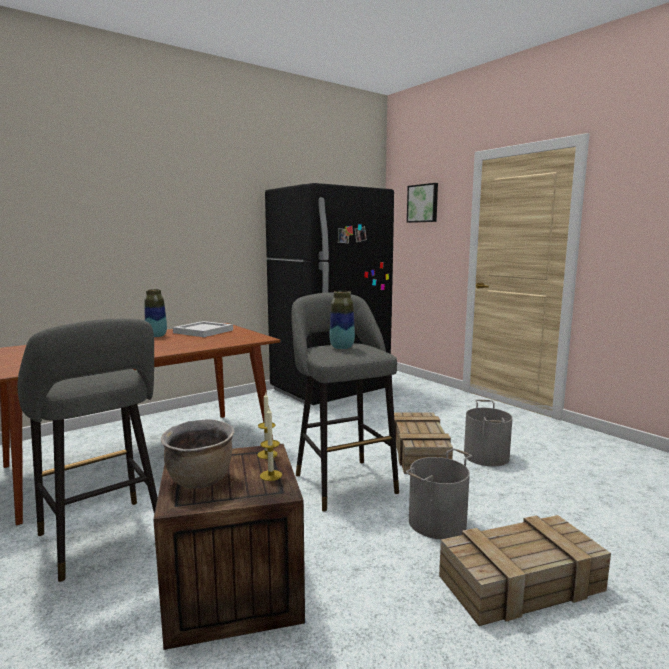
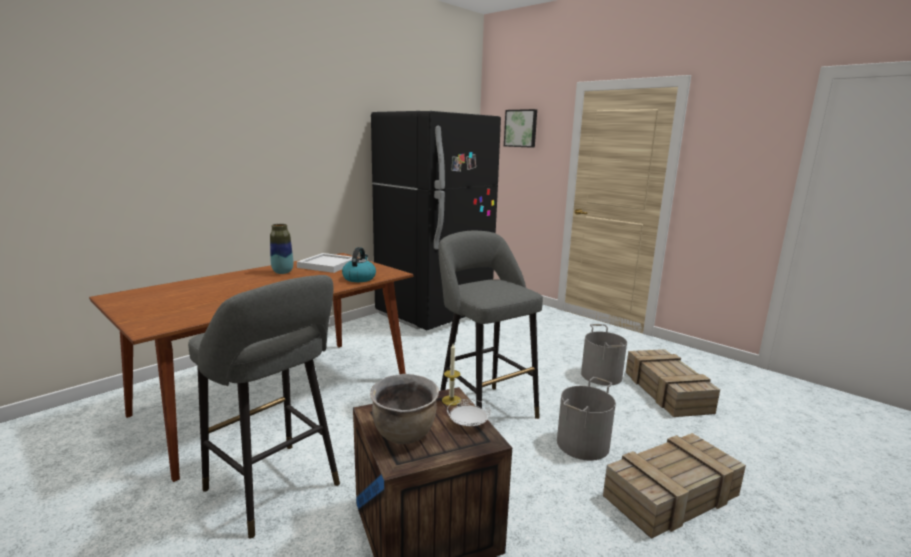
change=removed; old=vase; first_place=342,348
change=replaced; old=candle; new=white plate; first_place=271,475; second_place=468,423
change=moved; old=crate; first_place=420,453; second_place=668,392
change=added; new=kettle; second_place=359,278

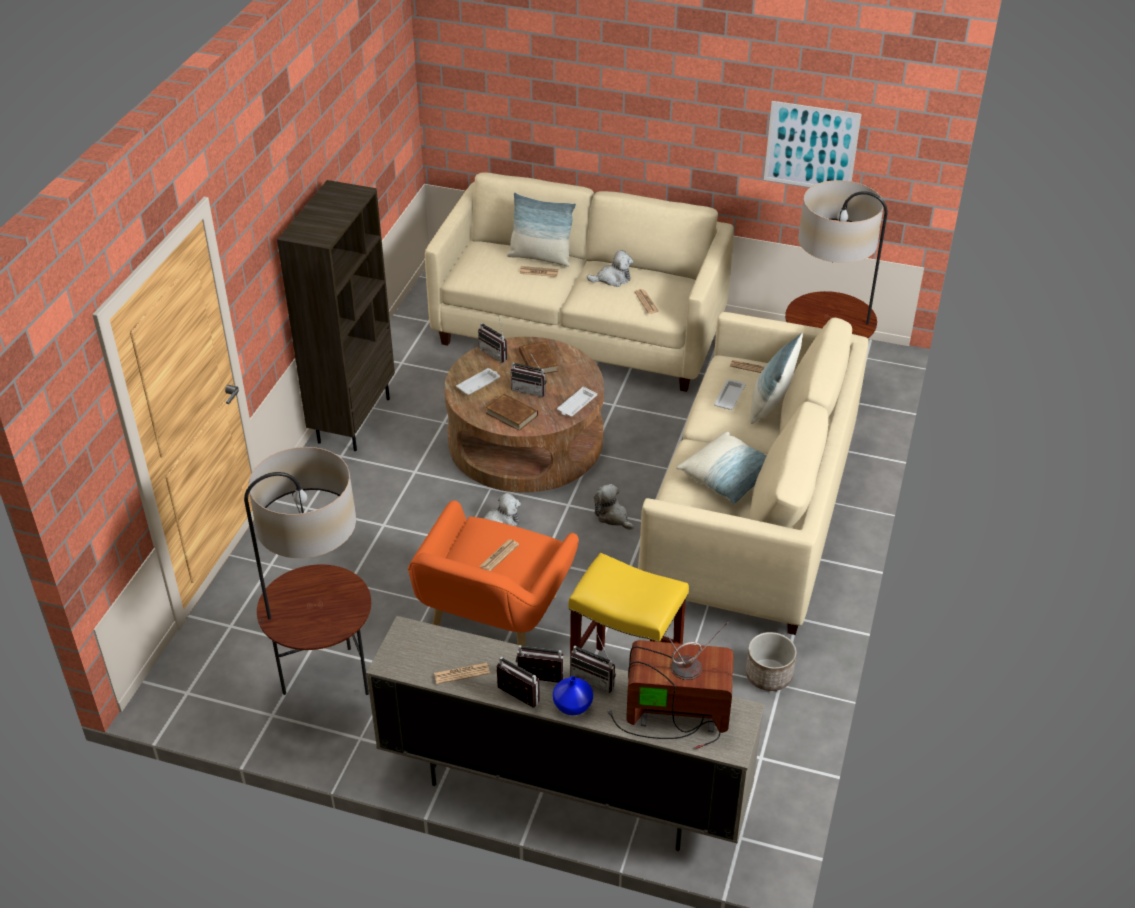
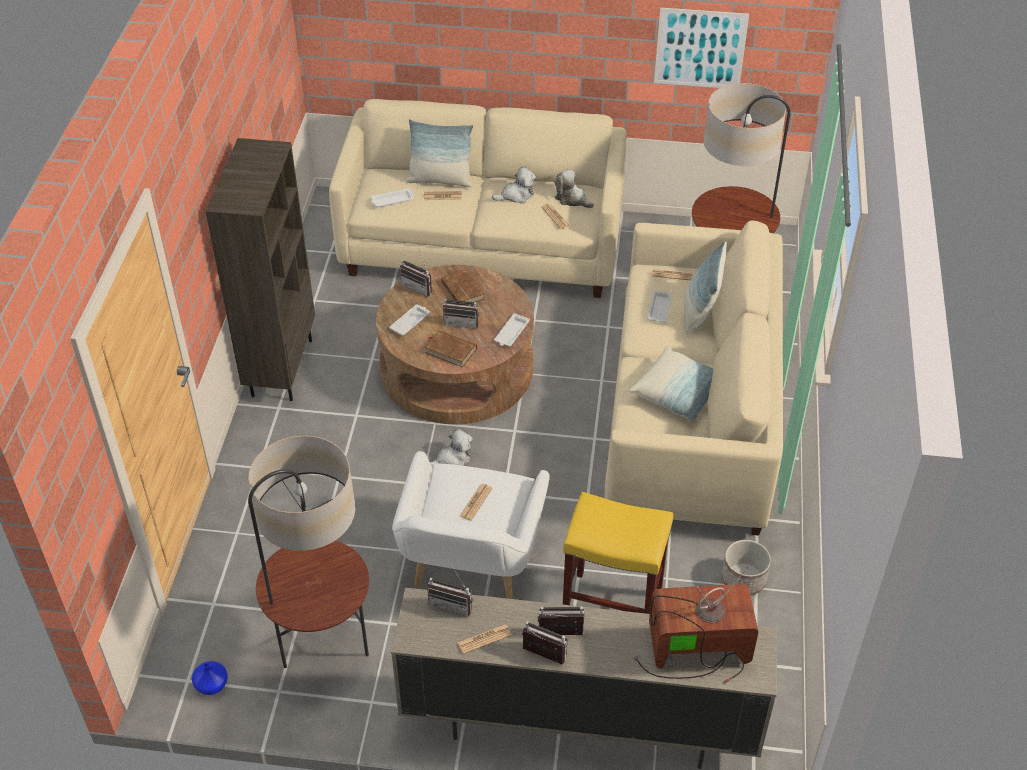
change=moved; old=plush toy; first_place=613,516; second_place=572,199
change=recoloured; old=orange armchair; new=white armchair; first_place=491,624; second_place=470,564
change=moved; old=radio; first_place=595,678; second_place=452,603
change=moved; old=blue vase; first_place=573,706; second_place=212,685
change=added; new=white tray; second_place=392,200

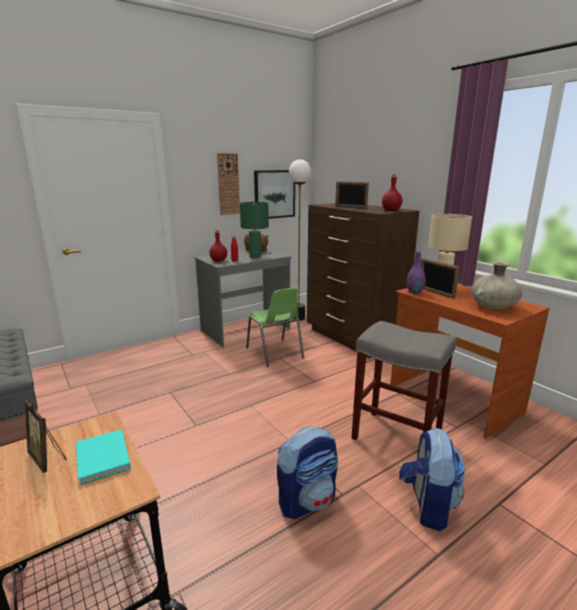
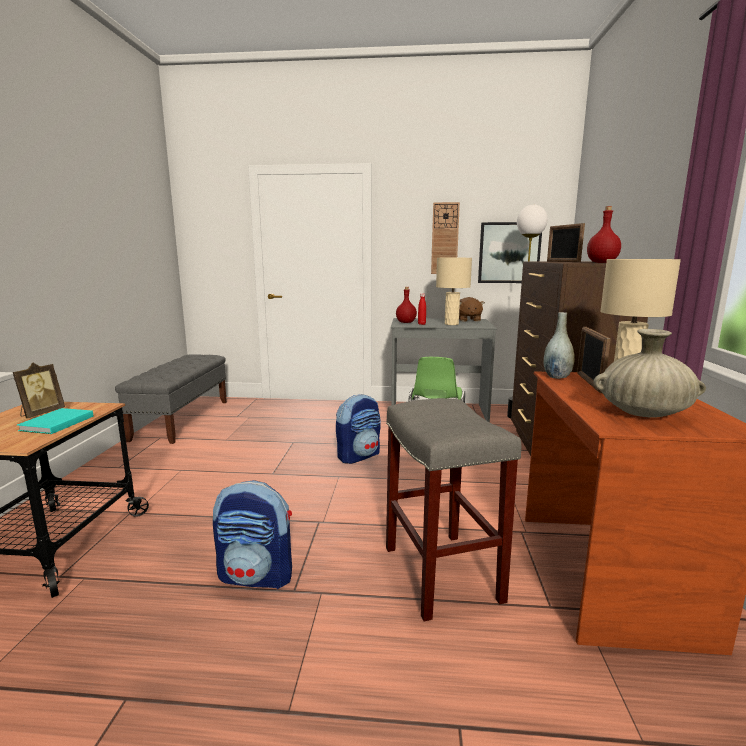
change=recoloured; old=green table lamp; new=beige table lamp; first_place=255,257; second_place=451,324
change=recoloured; old=purple vase; new=grey vase; first_place=414,292; second_place=557,376
change=turned; old=picture frame; first_place=48,458; second_place=41,413; degrees=-150
change=moved; old=backpack; first_place=427,505; second_place=359,456

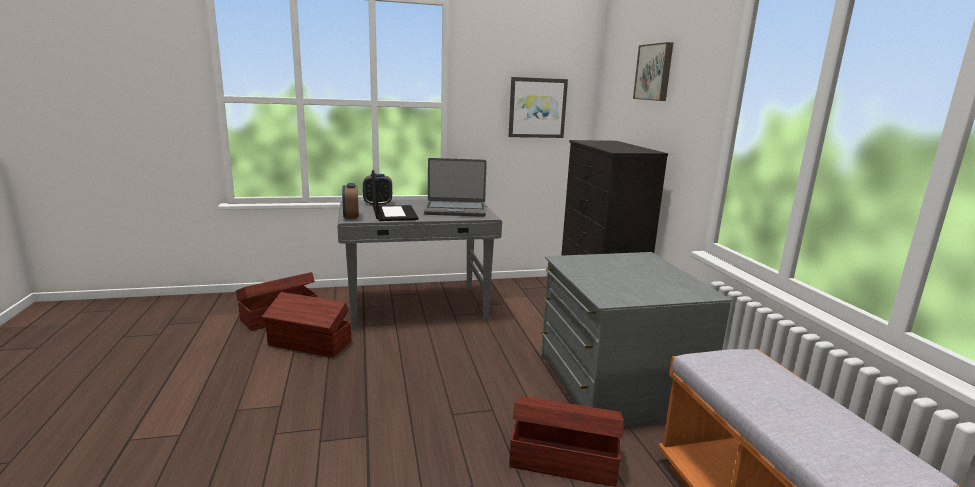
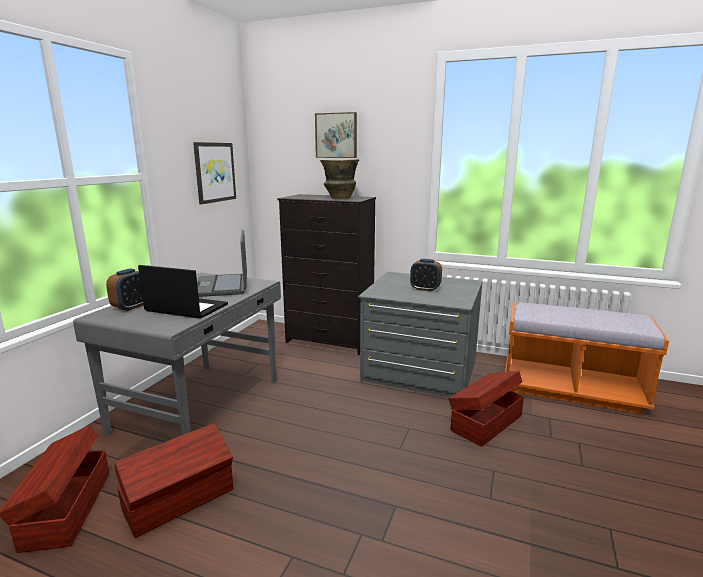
change=turned; old=laptop; first_place=455,210; second_place=222,286; degrees=135
change=moved; old=alarm clock; first_place=351,217; second_place=425,289
change=added; new=vase; second_place=339,198

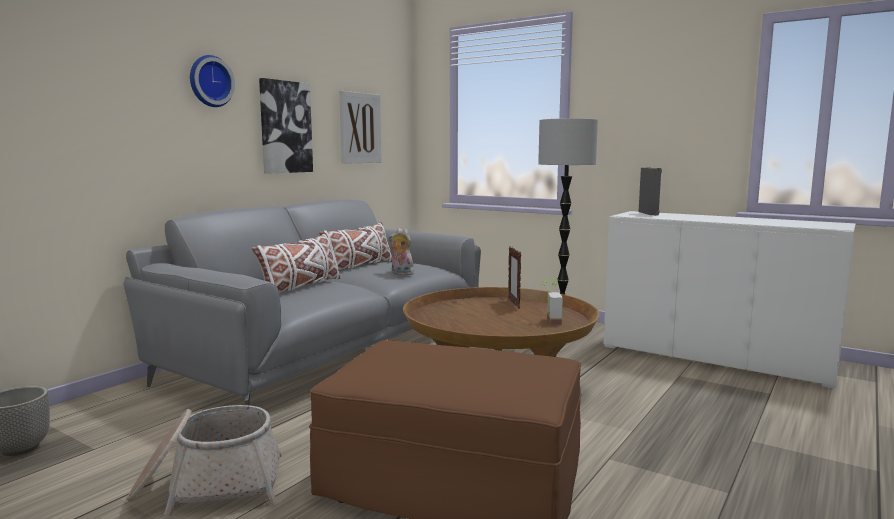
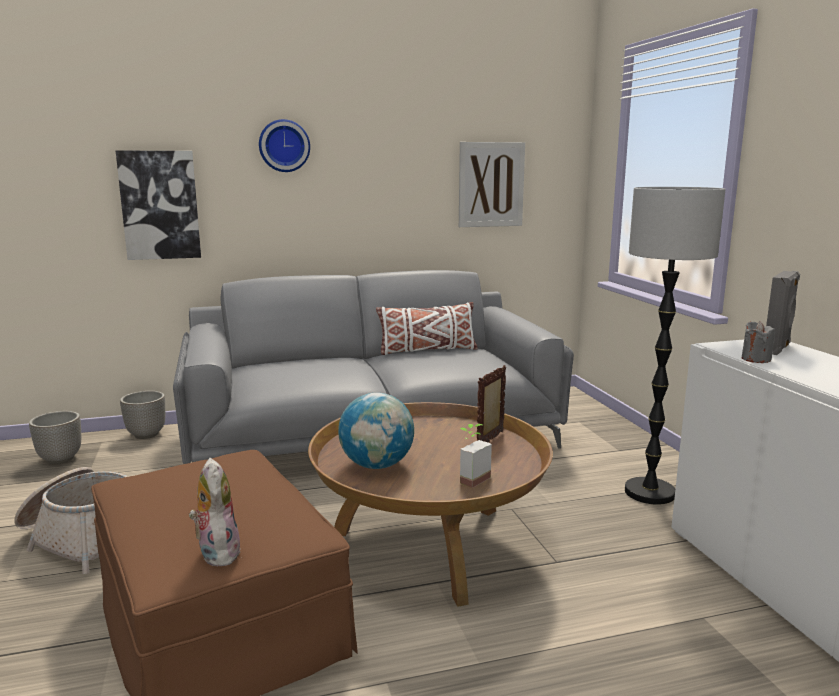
change=moved; old=picture; first_place=285,127; second_place=160,205
change=moved; old=plush toy; first_place=401,274; second_place=216,553
change=removed; old=white pillow; first_place=300,287
change=added; new=grey candle; second_place=756,359
change=added; new=planter; second_place=147,434
change=added; new=globe; second_place=377,465

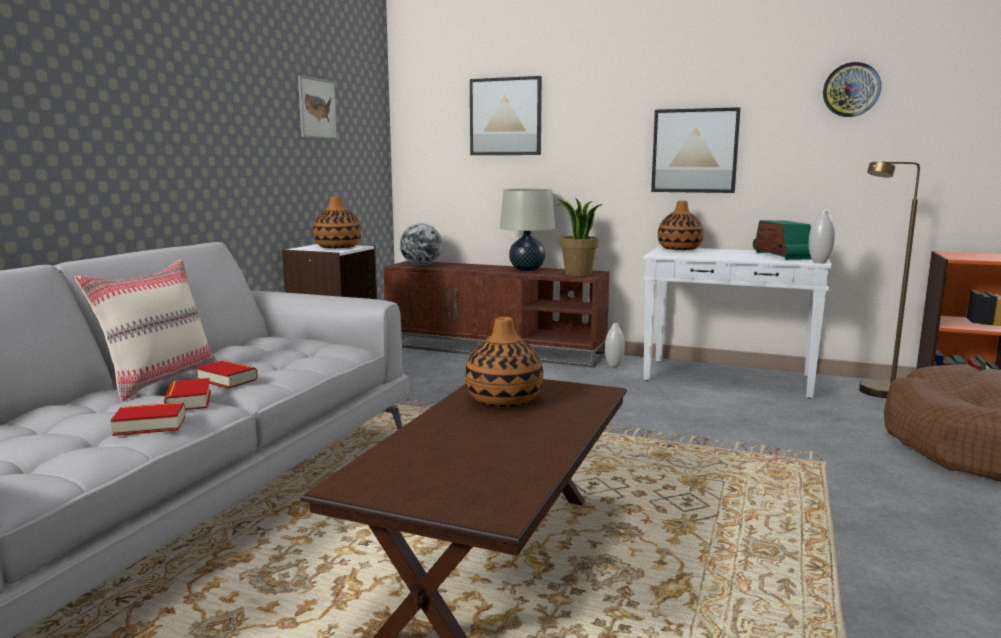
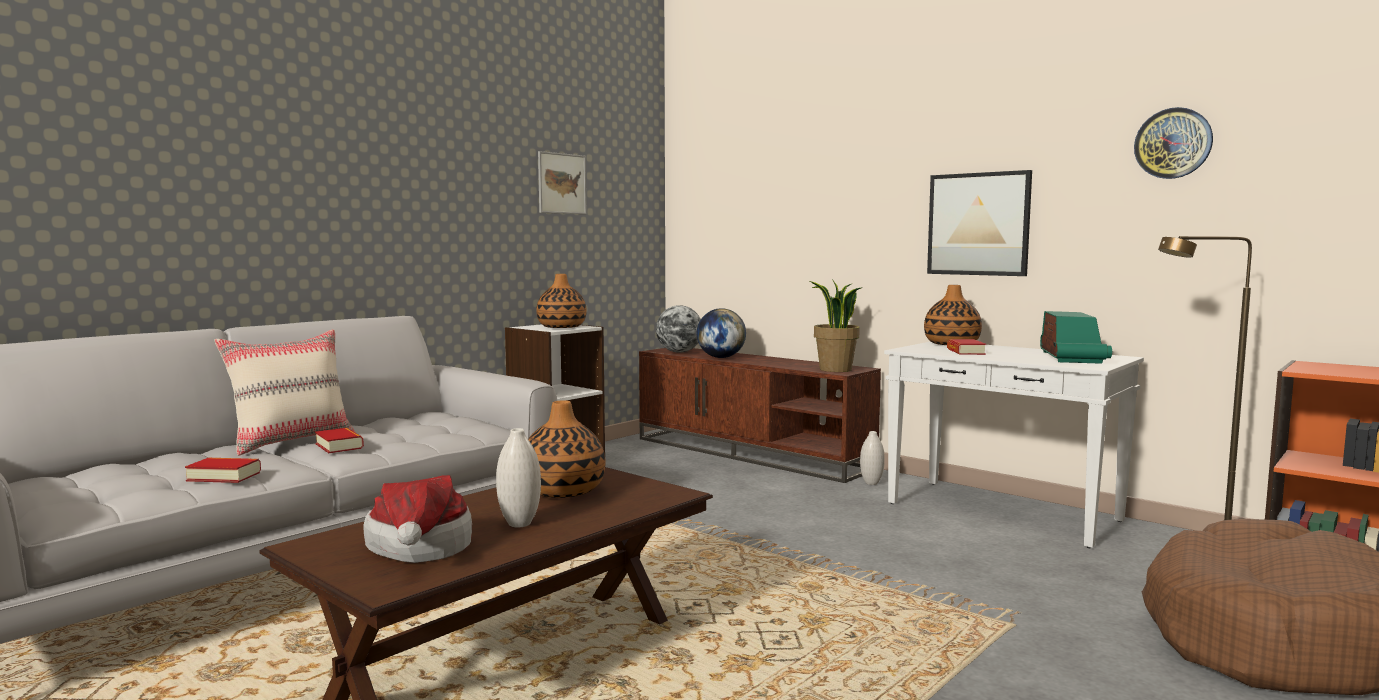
change=removed; old=picture; first_place=505,117
change=removed; old=beige table lamp; first_place=527,270
change=moved; old=white vase; first_place=819,262; second_place=519,524
change=moved; old=book; first_place=189,401; second_place=965,352
change=added; new=globe; second_place=721,357
change=added; new=hat; second_place=419,549

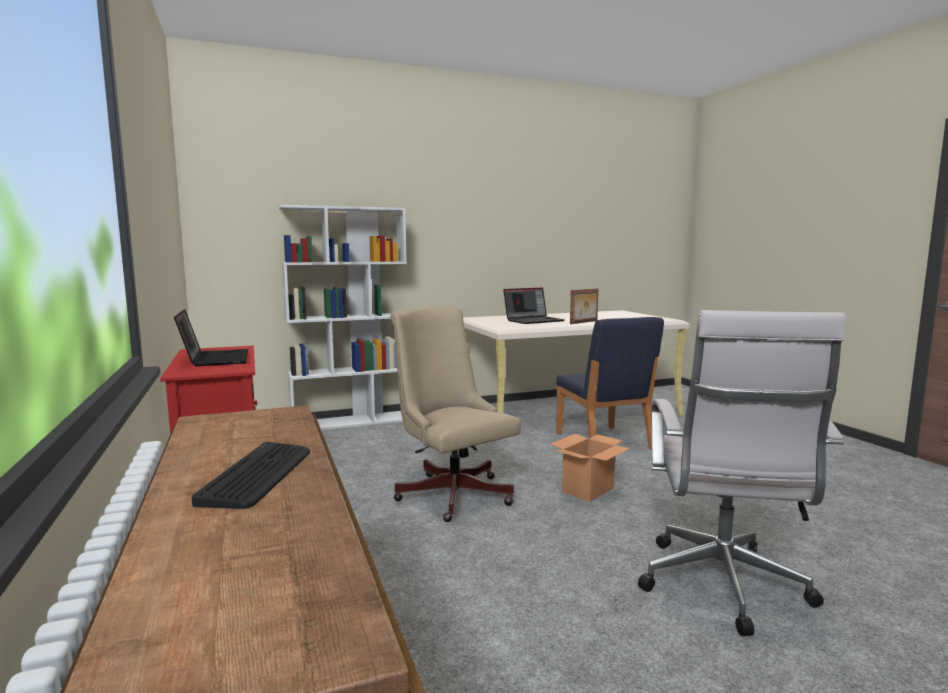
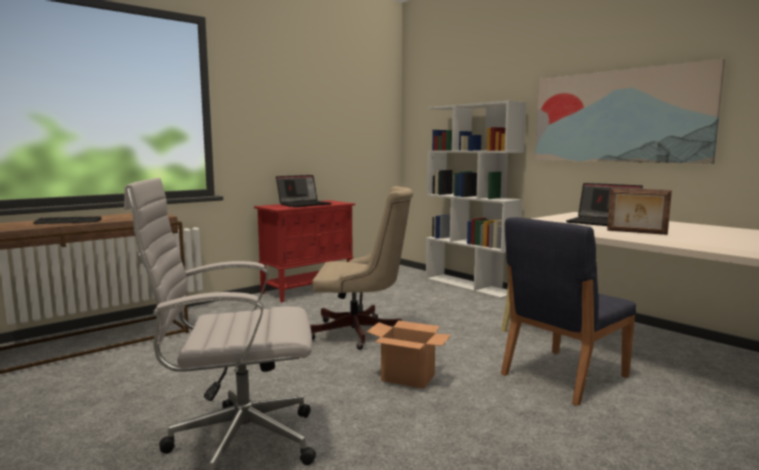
change=turned; old=beige office chair; first_place=451,492; second_place=361,333; degrees=60
change=added; new=picture; second_place=617,116

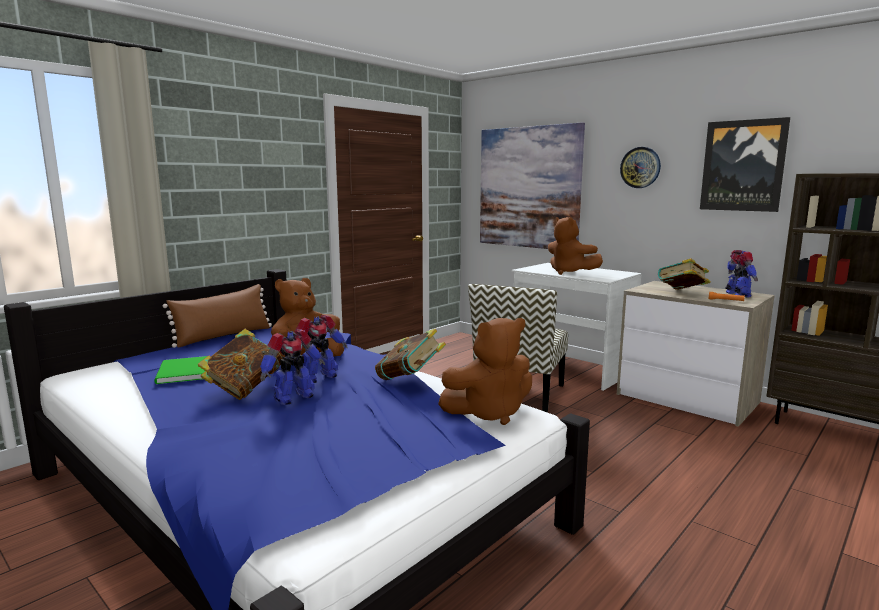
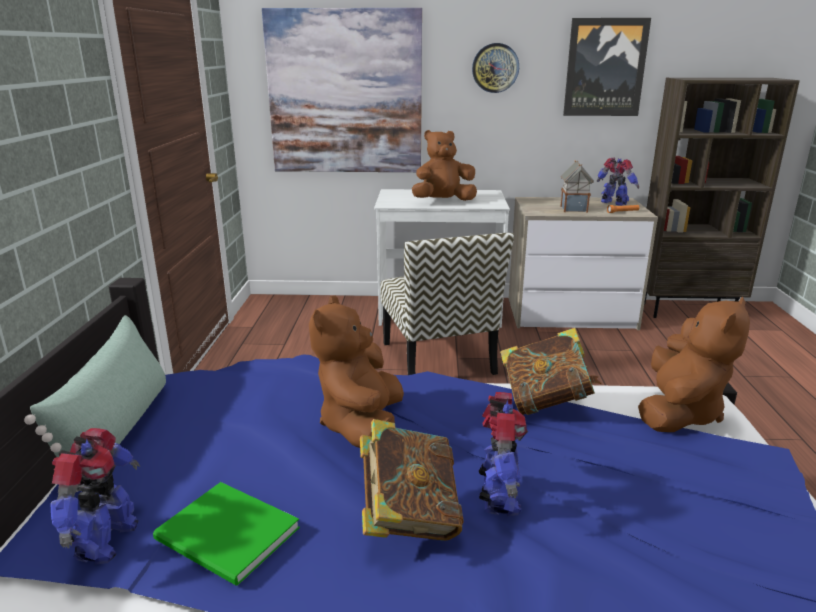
change=turned; old=brown plush toy; first_place=569,273; second_place=443,201; degrees=150
change=replaced; old=book; new=toy house; first_place=682,293; second_place=573,209
change=recoloured; old=brown pillow; new=green pillow; first_place=224,336; second_place=118,429
change=moved; old=toy robot; first_place=318,377; second_place=105,541

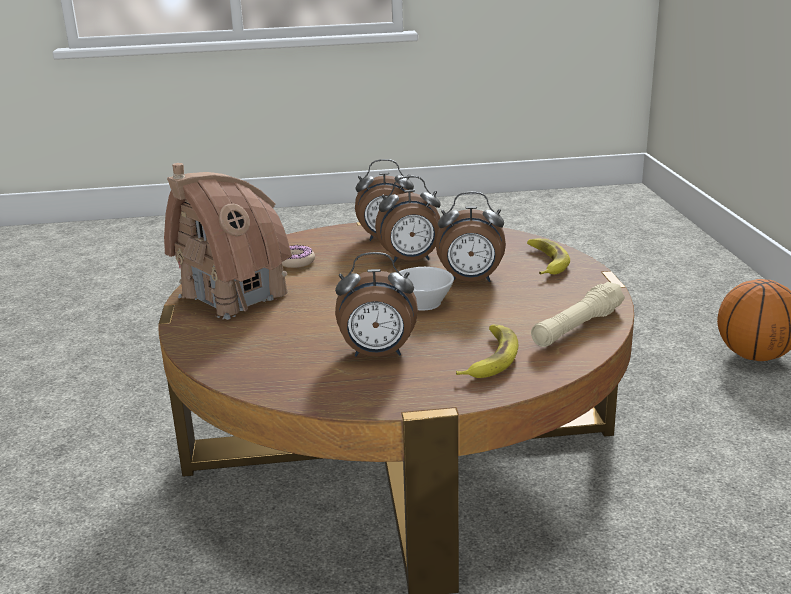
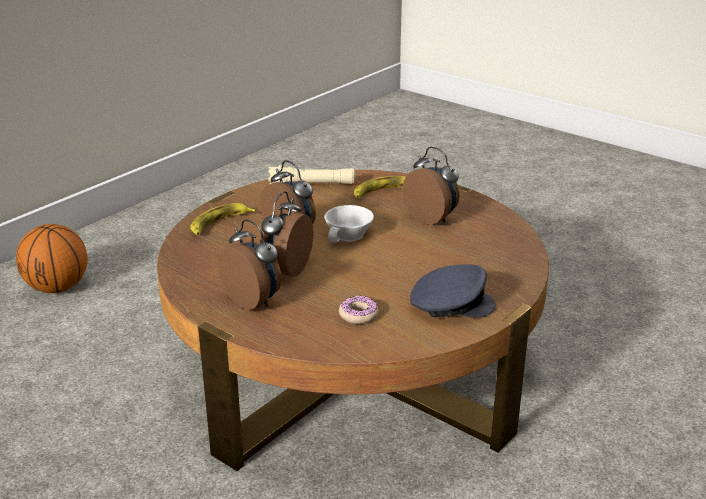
change=replaced; old=toy house; new=grey cap; first_place=234,295; second_place=450,304
change=turned; old=alarm clock; first_place=410,260; second_place=285,270; degrees=-105

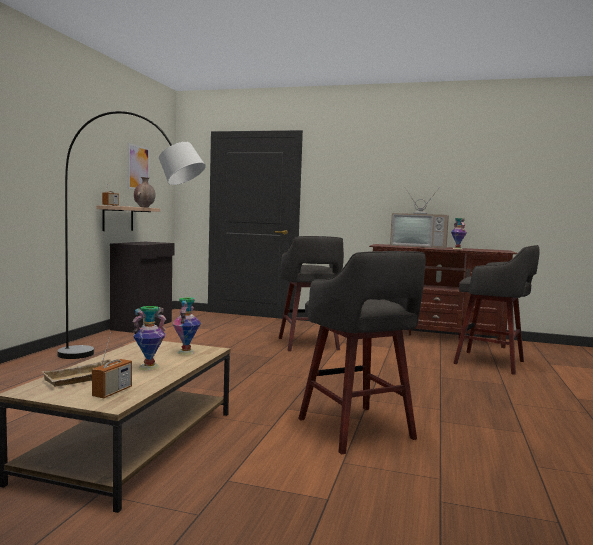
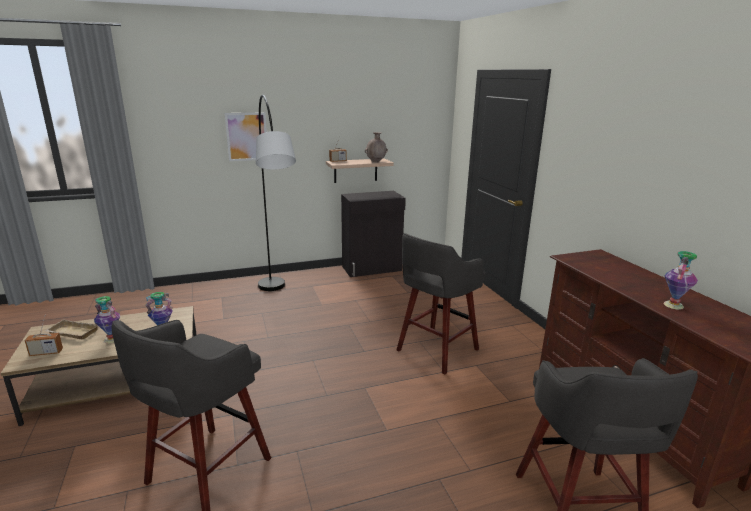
change=moved; old=picture; first_place=138,168; second_place=247,136
change=removed; old=television; first_place=419,246

